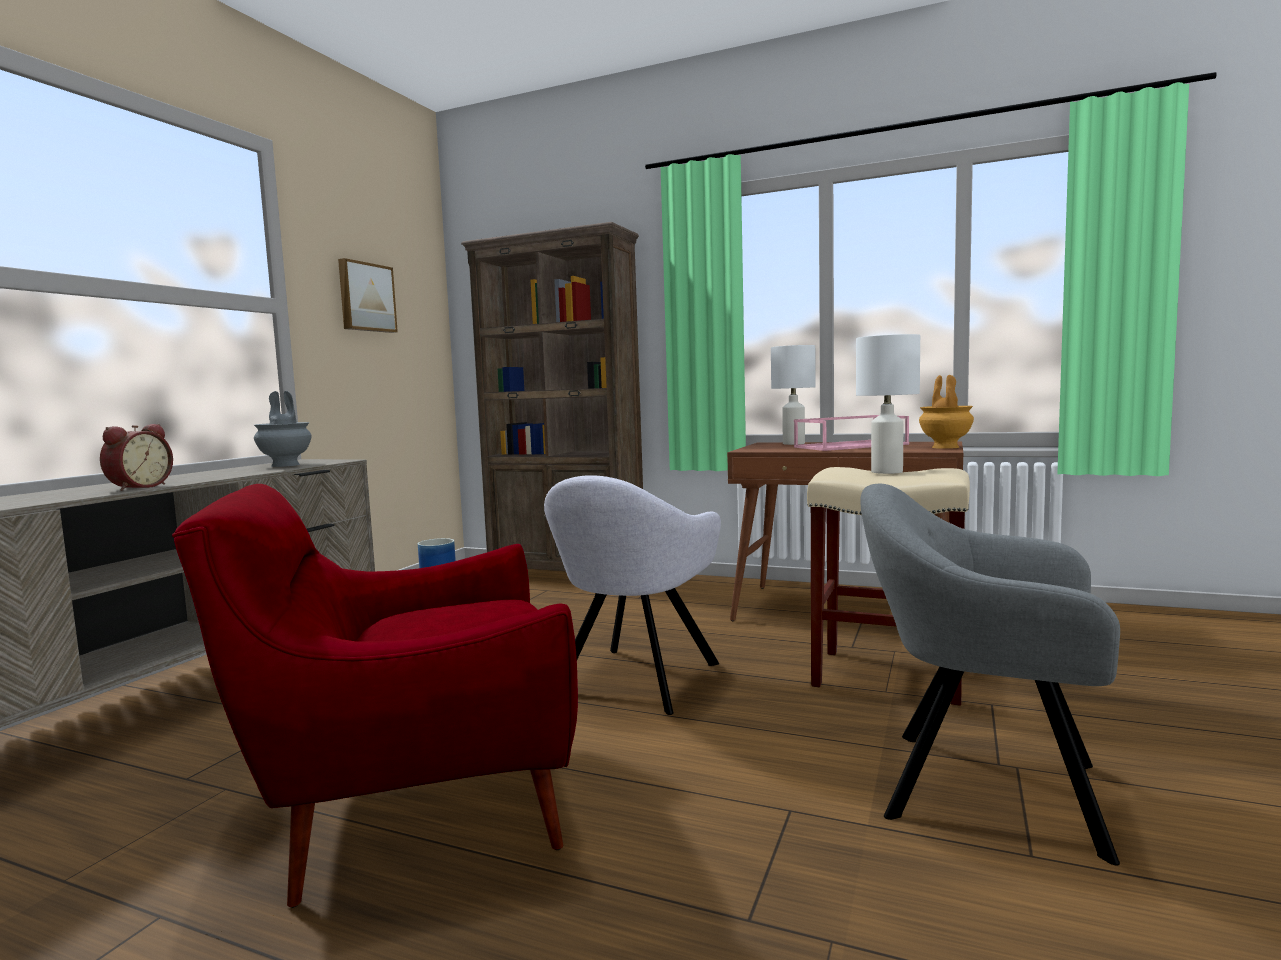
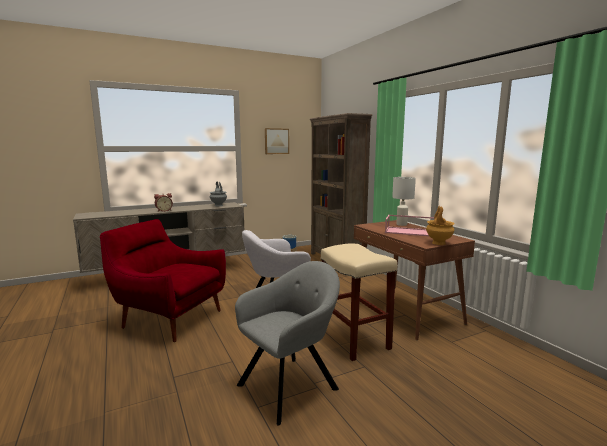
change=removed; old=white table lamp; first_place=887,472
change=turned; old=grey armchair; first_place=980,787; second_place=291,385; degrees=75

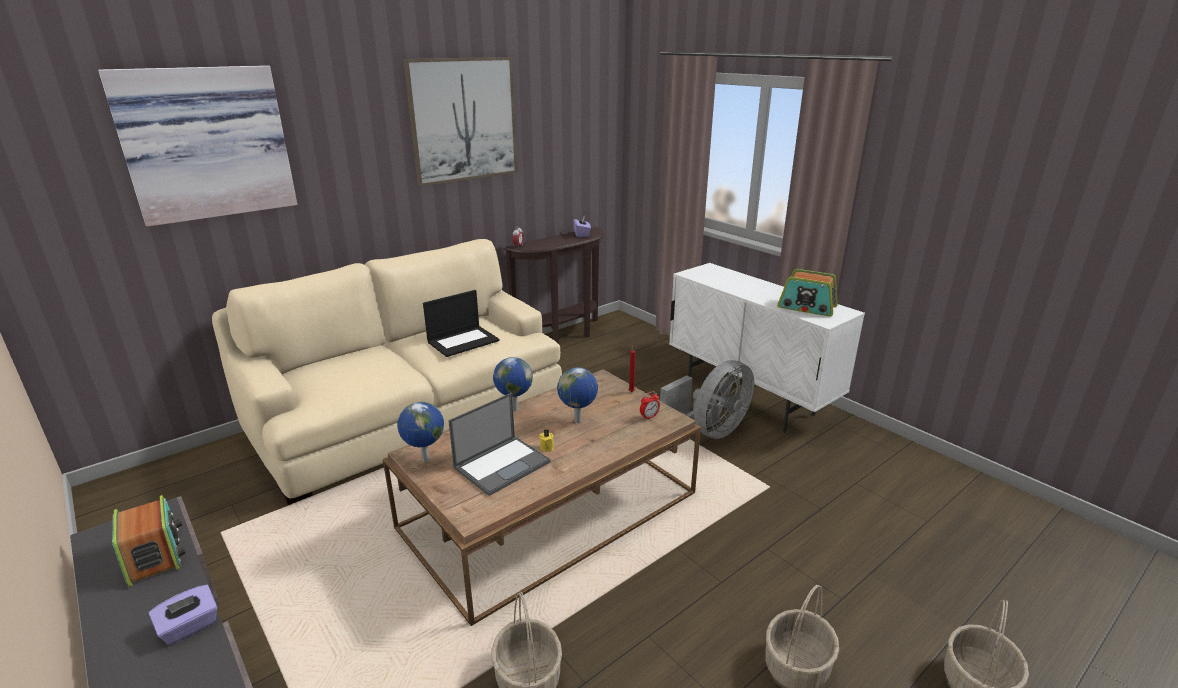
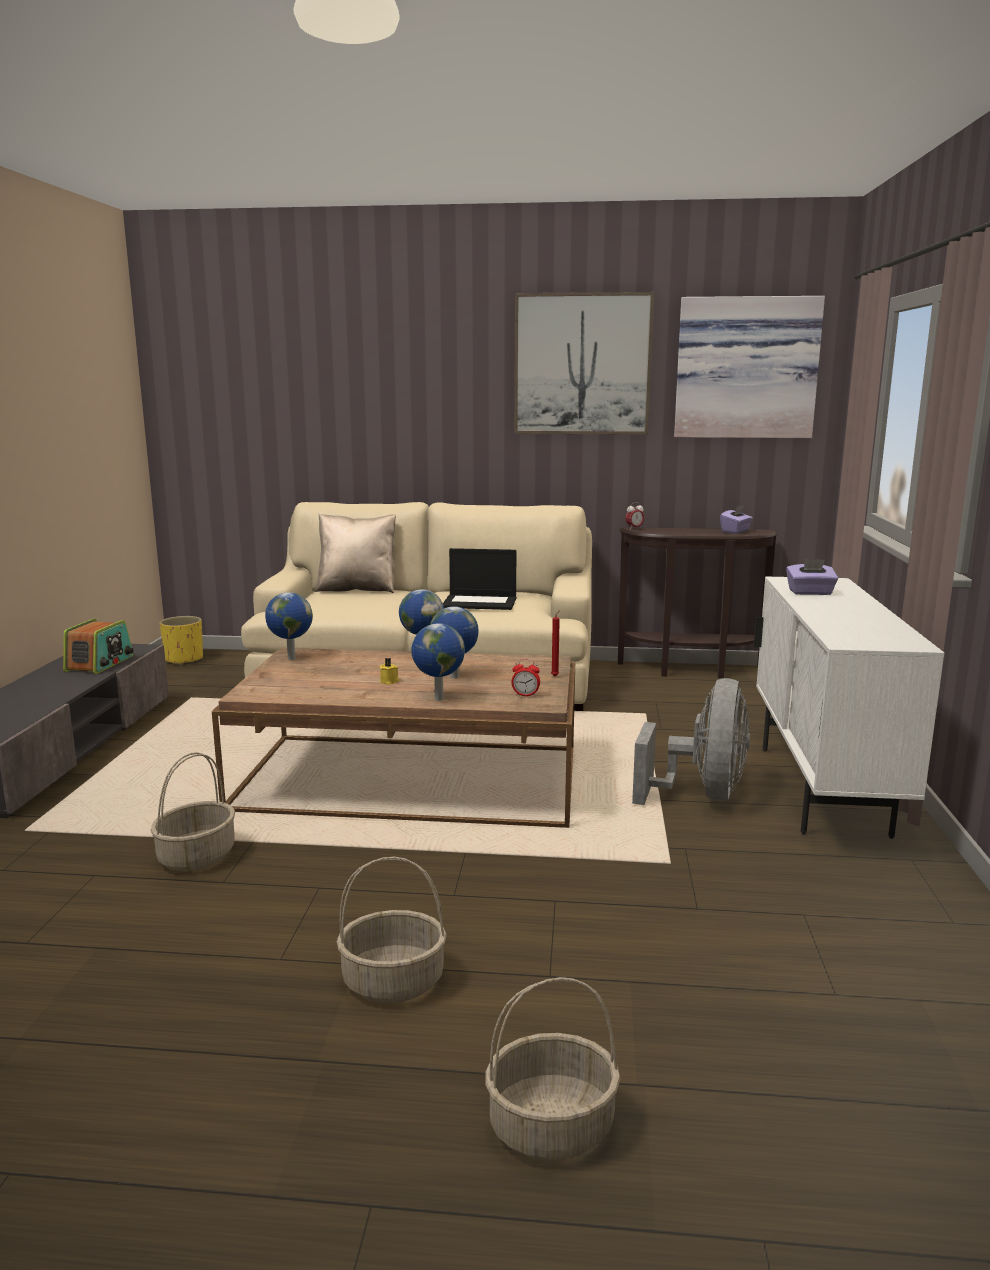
change=moved; old=picture; first_place=206,143; second_place=745,368
change=removed; old=radio; first_place=807,307
change=turned; old=grey fan; first_place=710,430; second_place=702,795; degrees=-75
change=removed; old=laptop; first_place=503,464
change=moved; old=purple tissue box; first_place=190,627; second_place=810,592
change=added; new=beige pillow; second_place=357,589
change=added; new=yellow planter; second_place=184,660
change=added; new=globe; second_place=437,699

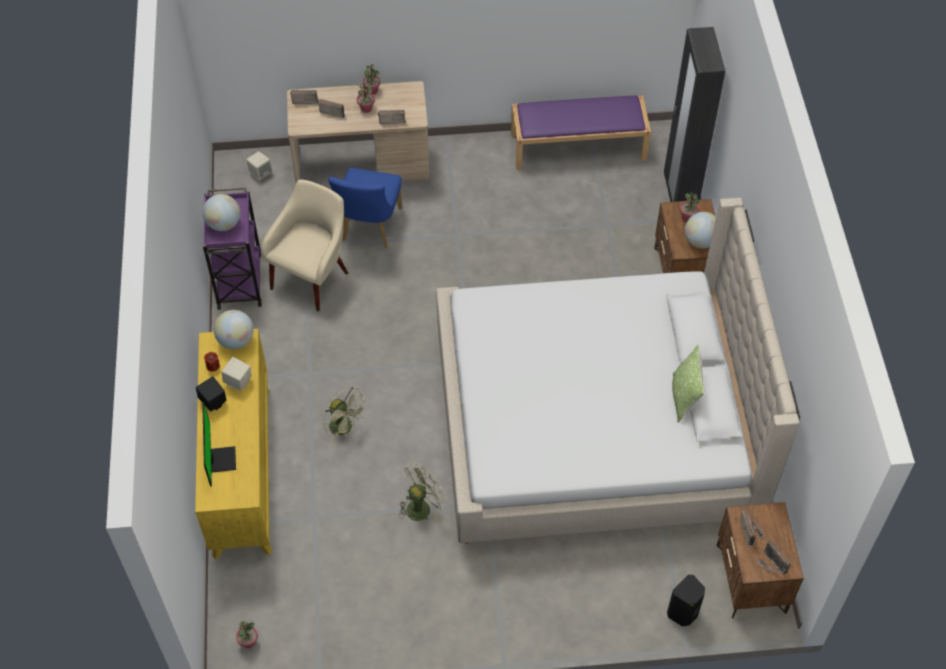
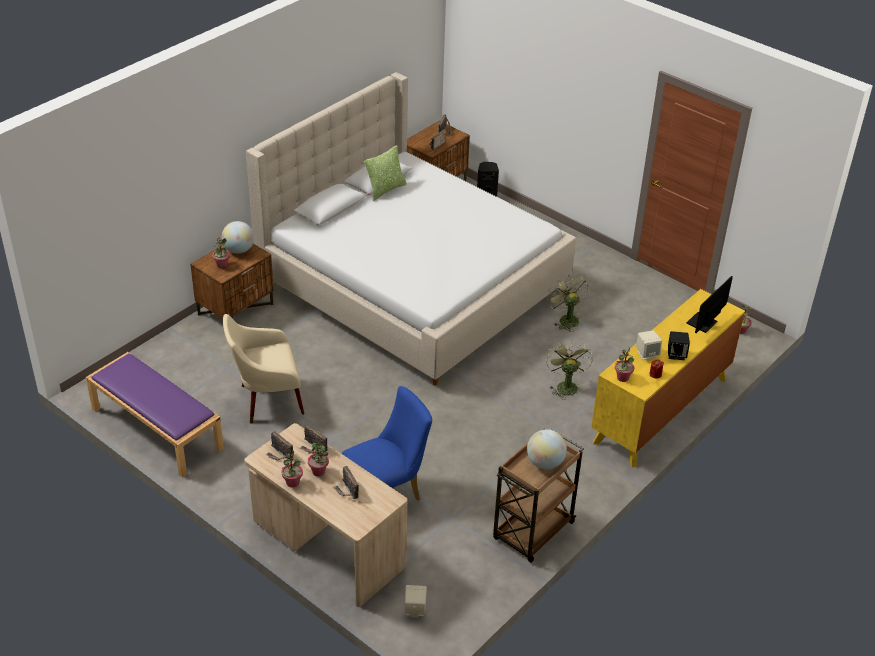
change=removed; old=black wardrobe; first_place=679,196
change=moved; old=radio; first_place=304,99; second_place=279,455
change=moved; old=beige armchair; first_place=312,276; second_place=266,400
change=recoloured; old=purple cart; new=brown cart; first_place=239,279; second_place=532,532
change=replaced; old=globe; new=potted plant; first_place=236,340; second_place=622,378
change=turned; old=green fan; first_place=422,506; second_place=565,319; degrees=60

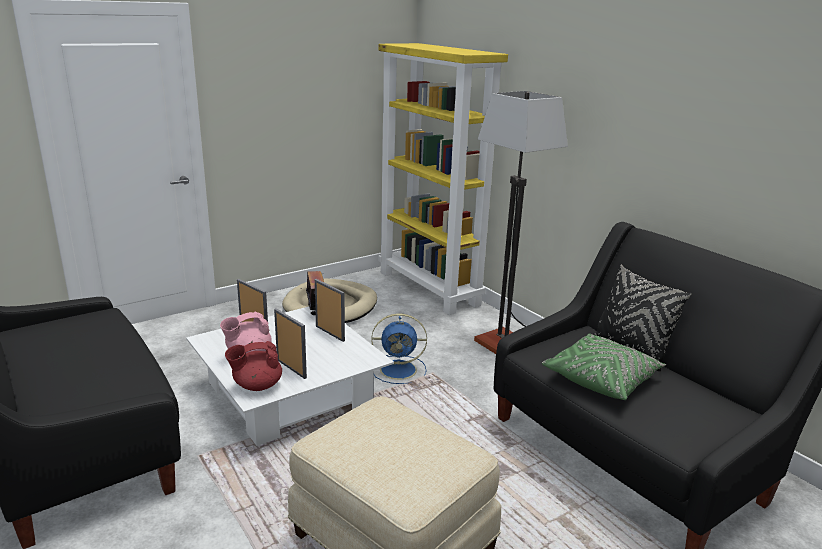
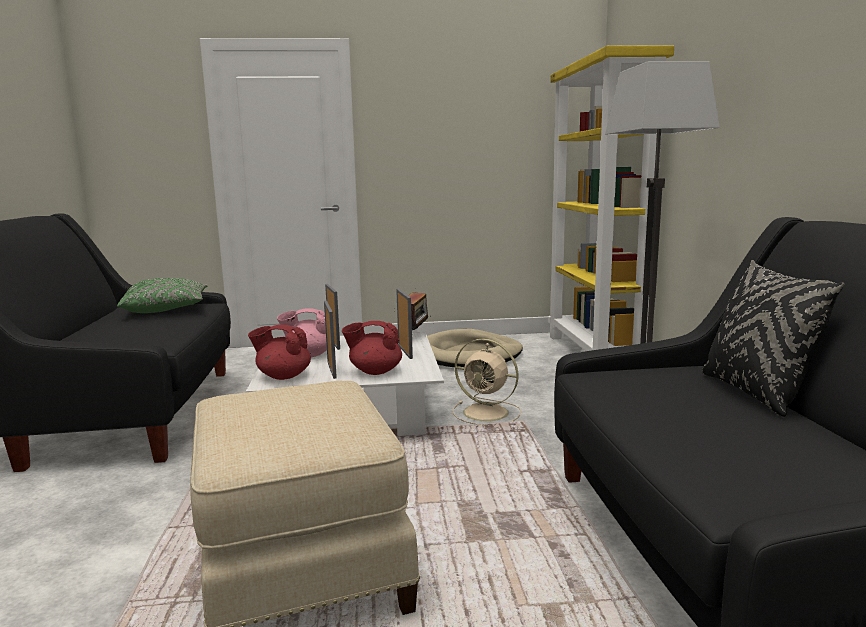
change=recoloured; old=blue fan; new=beige fan; first_place=400,370; second_place=487,413
change=moved; old=green pillow; first_place=601,378; second_place=166,309
change=added; new=red teapot; second_place=374,371

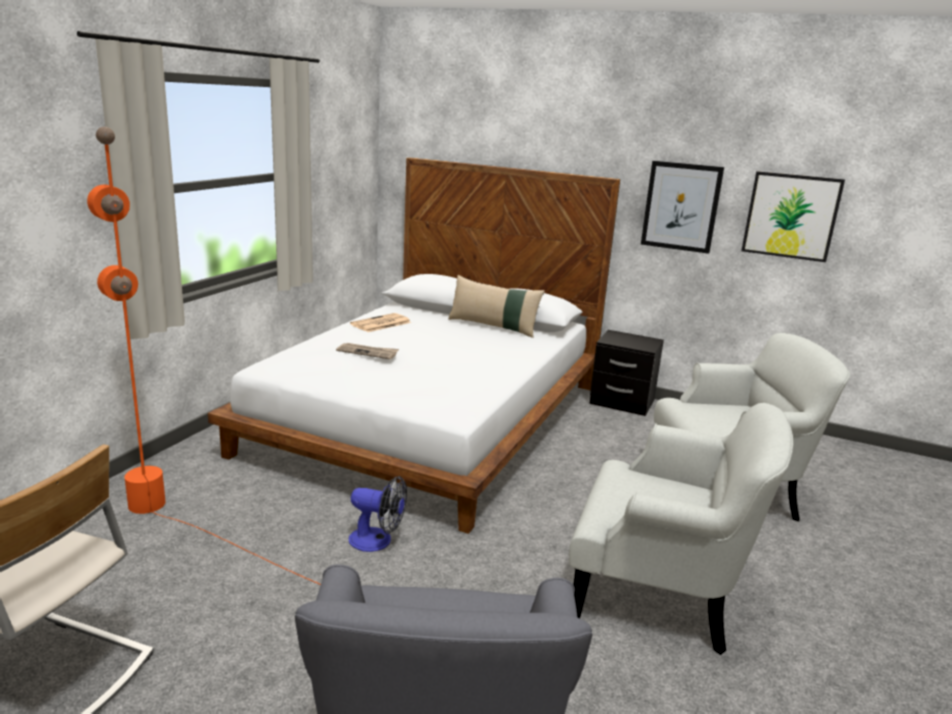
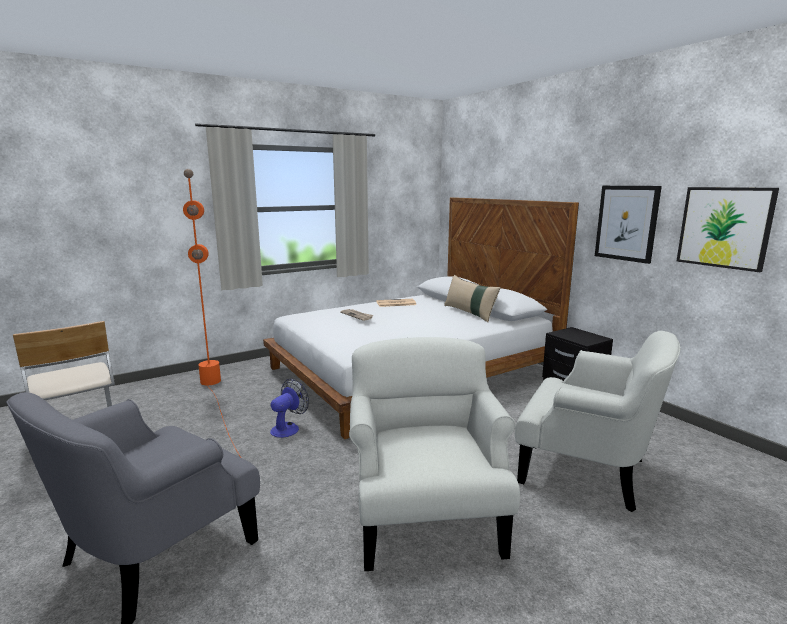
change=turned; old=white armchair; first_place=660,591; second_place=425,516; degrees=-150
change=turned; old=fan; first_place=377,541; second_place=288,428; degrees=-105

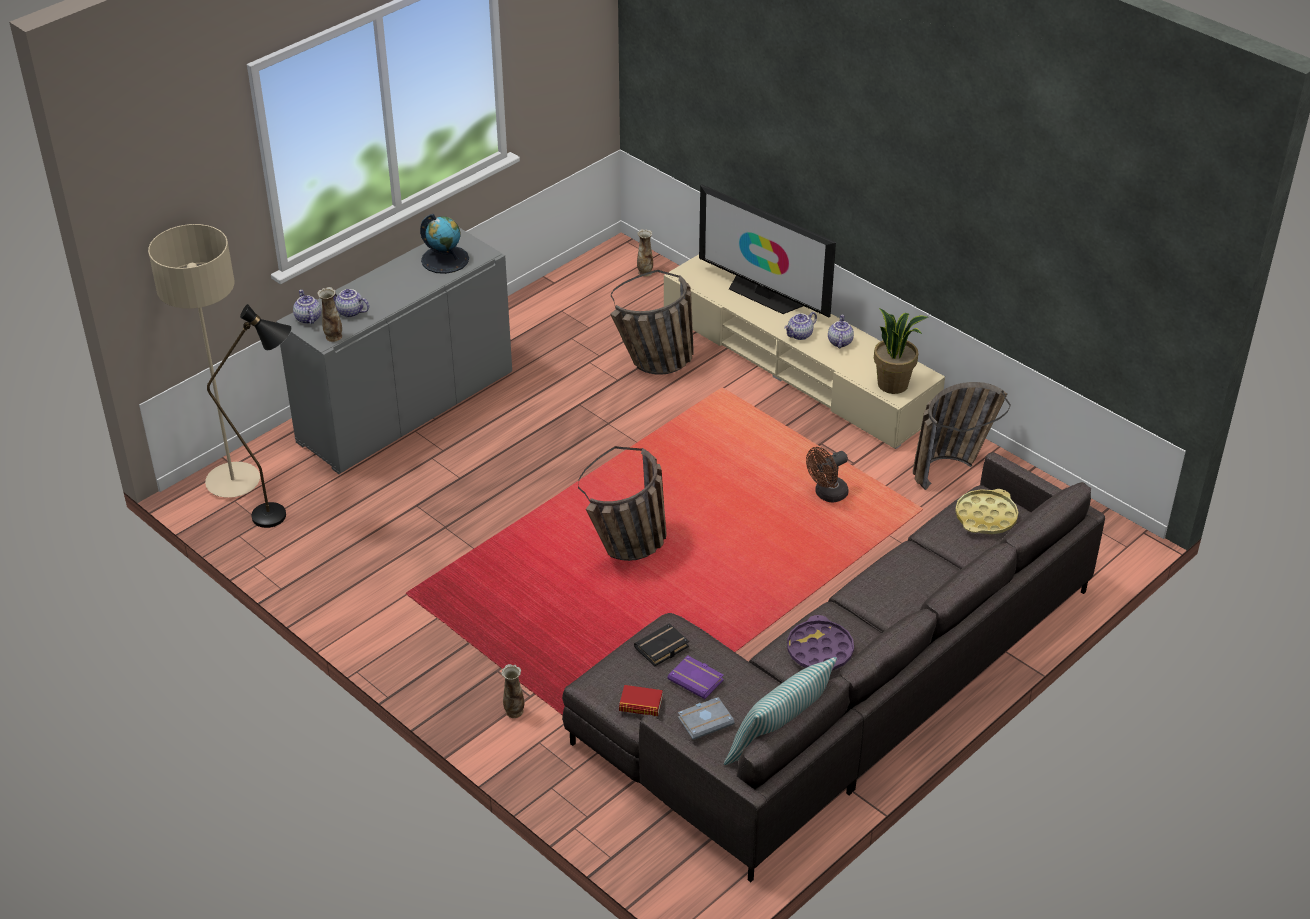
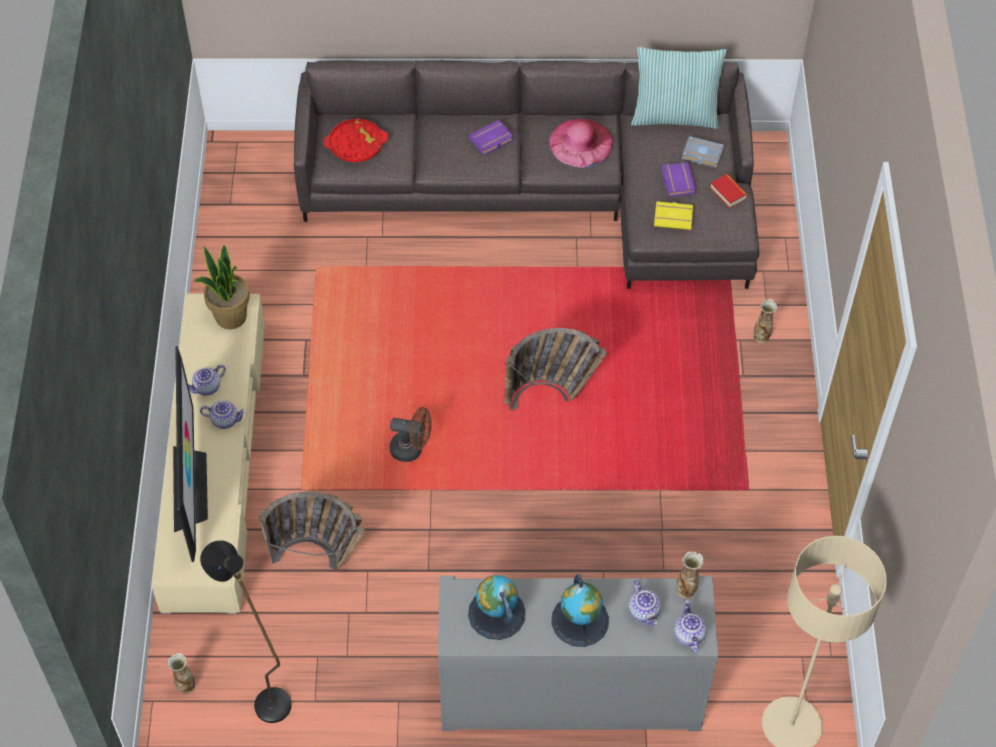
change=turned; old=teapot; first_place=307,318; second_place=688,634; degrees=150
change=moved; old=black floor lamp; first_place=282,516; second_place=264,696
change=removed; old=basket; first_place=952,467
change=moved; old=brown fan; first_place=827,495; second_place=412,449
change=recoloured; old=yellow tray; new=red tray; first_place=986,517; second_place=356,144
change=replaced; old=purple tray; new=pink hat; first_place=819,650; second_place=581,143
change=recoloured; old=black book; new=yellow book; first_place=661,649; second_place=674,217
change=added; new=purple book; second_place=491,141
change=added; new=globe; second_place=580,620

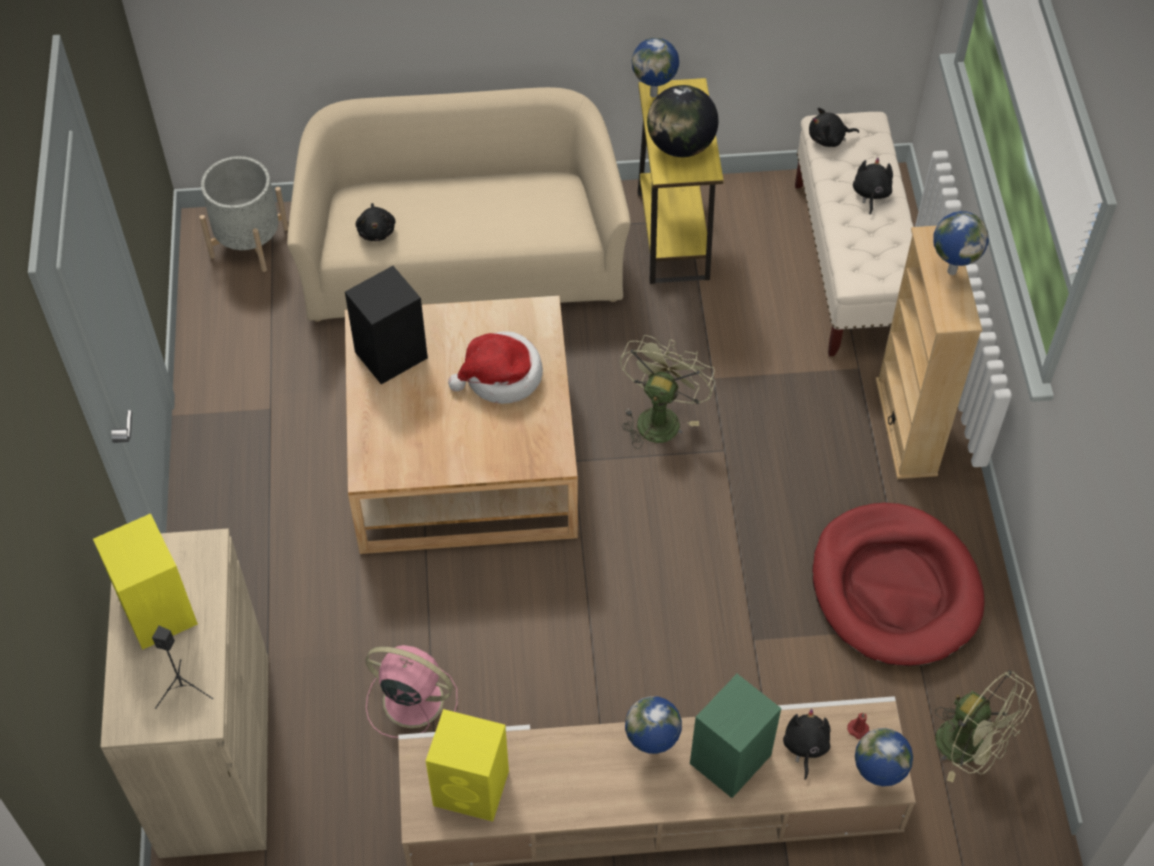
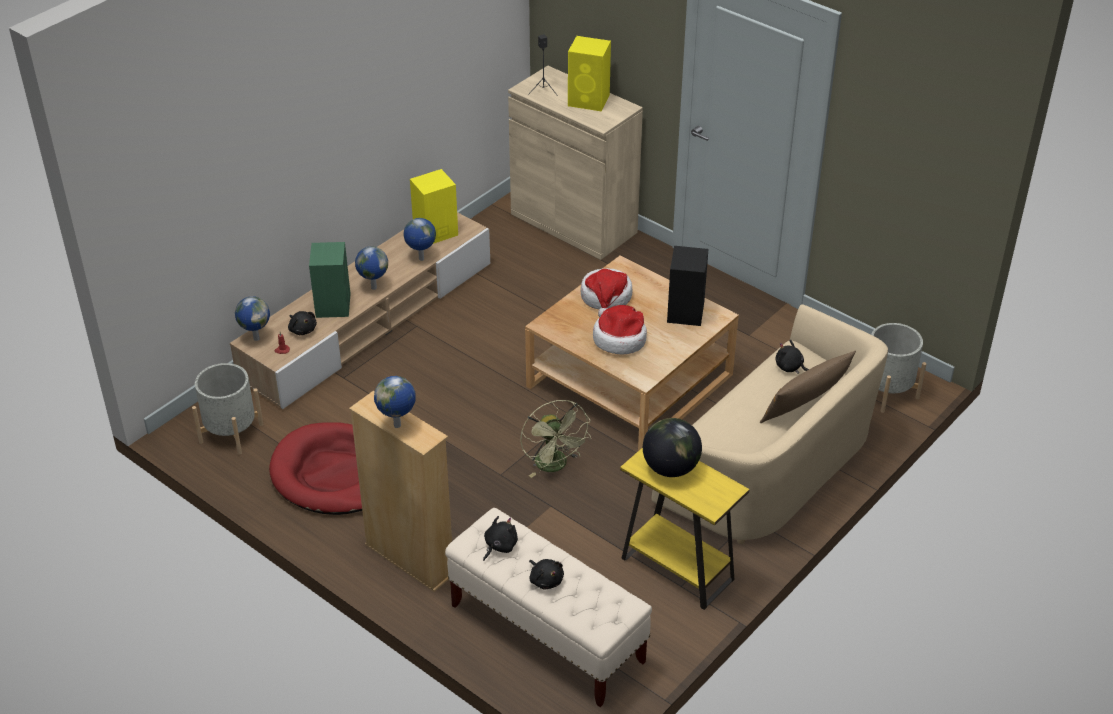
change=moved; old=globe; first_place=654,94; second_place=421,259
change=moved; old=black plush toy; first_place=829,138; second_place=499,546
change=removed; old=pink fan; first_place=410,699
change=replaced; old=green fan; new=grey planter; first_place=970,747; second_place=231,433
change=added; new=hat; second_place=606,298
change=added; new=brown pillow; second_place=806,405

